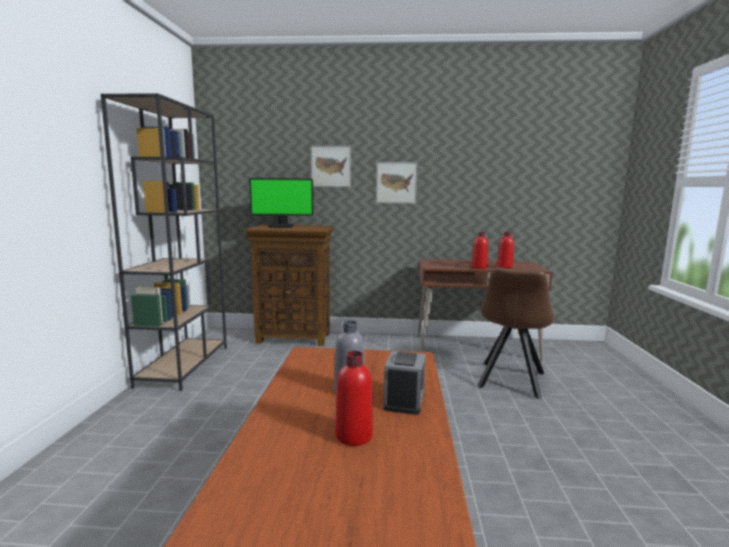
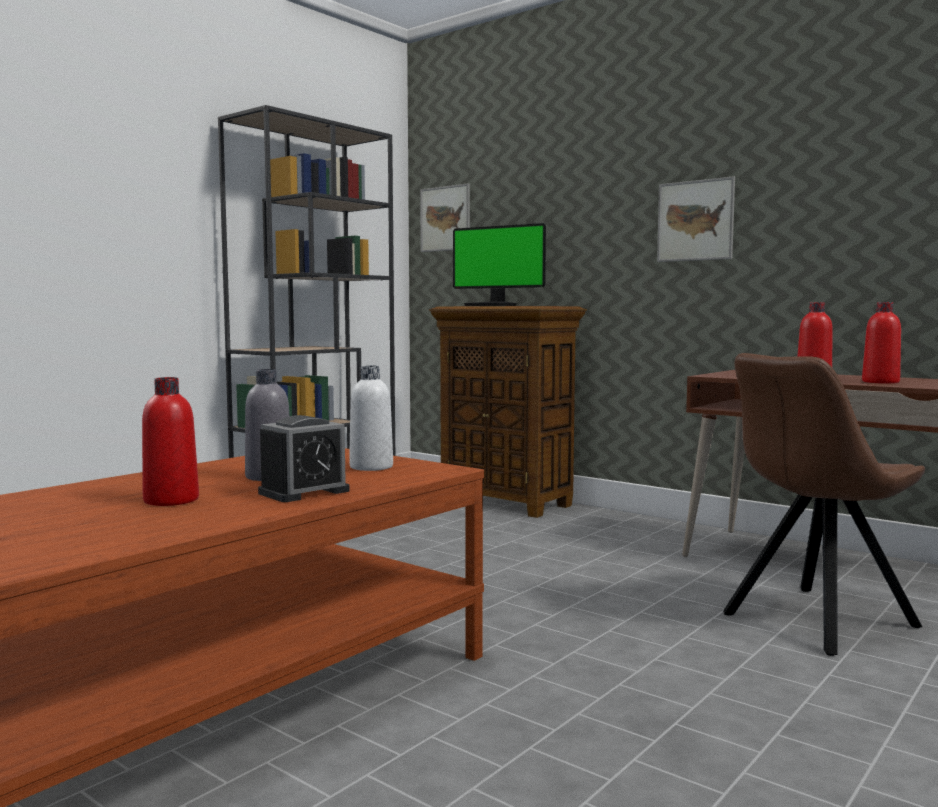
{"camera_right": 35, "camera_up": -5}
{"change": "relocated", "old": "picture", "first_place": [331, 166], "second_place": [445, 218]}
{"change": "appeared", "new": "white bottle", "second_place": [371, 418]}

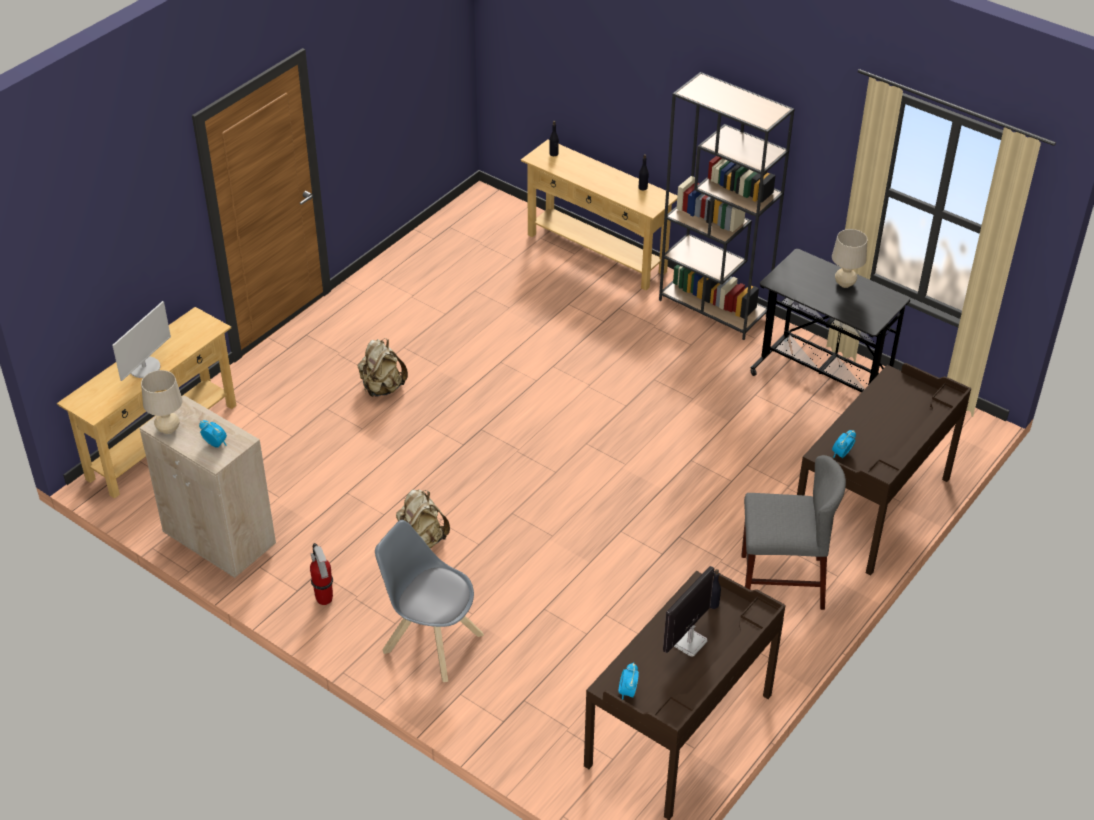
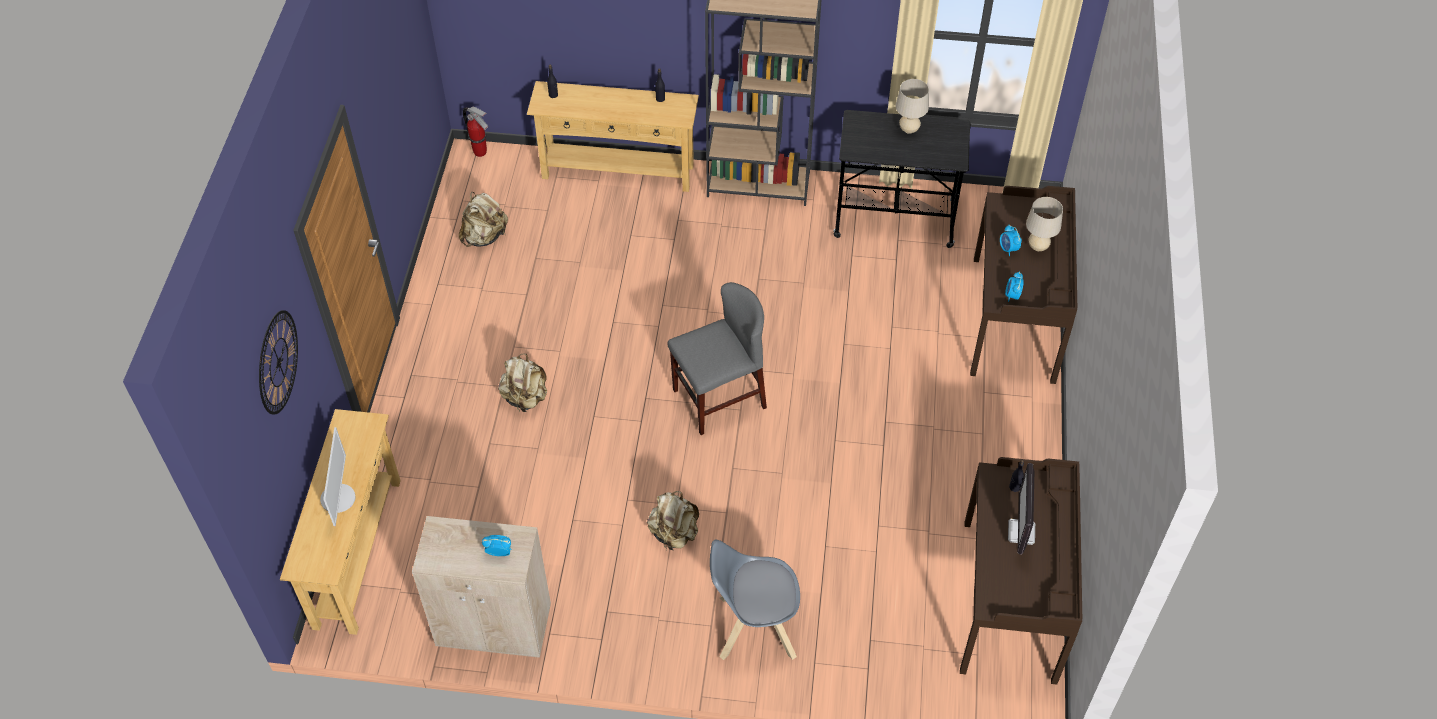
{"camera_right": -30, "camera_up": 10}
{"change": "relocated", "old": "beige table lamp", "first_place": [162, 402], "second_place": [1044, 224]}
{"change": "relocated", "old": "grey chair", "first_place": [793, 532], "second_place": [717, 358]}
{"change": "relocated", "old": "fire extinguisher", "first_place": [321, 574], "second_place": [475, 131]}
{"change": "relocated", "old": "alarm clock", "first_place": [629, 680], "second_place": [1011, 240]}
{"change": "appeared", "new": "beige backpack", "second_place": [483, 219]}
{"change": "appeared", "new": "wall clock", "second_place": [278, 362]}

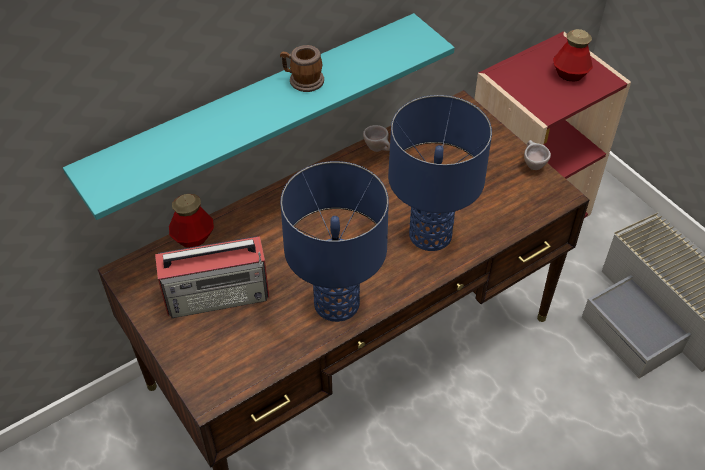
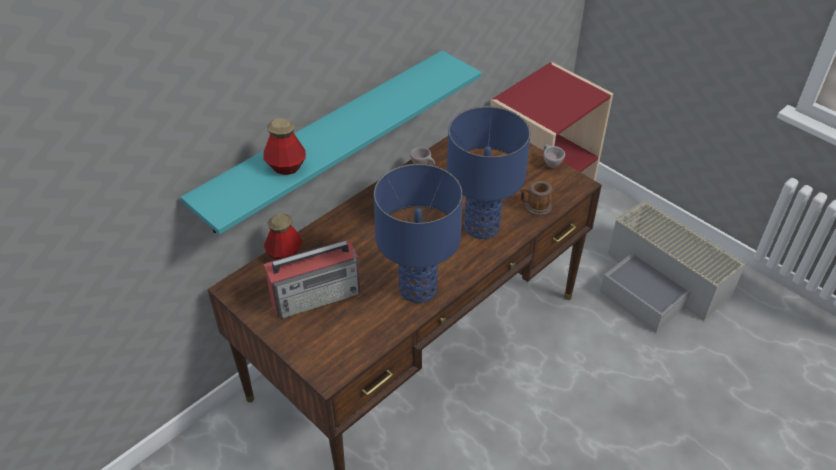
{"camera_right": -10, "camera_up": -5}
{"change": "relocated", "old": "bottle", "first_place": [573, 55], "second_place": [284, 146]}
{"change": "relocated", "old": "mug", "first_place": [302, 68], "second_place": [536, 198]}

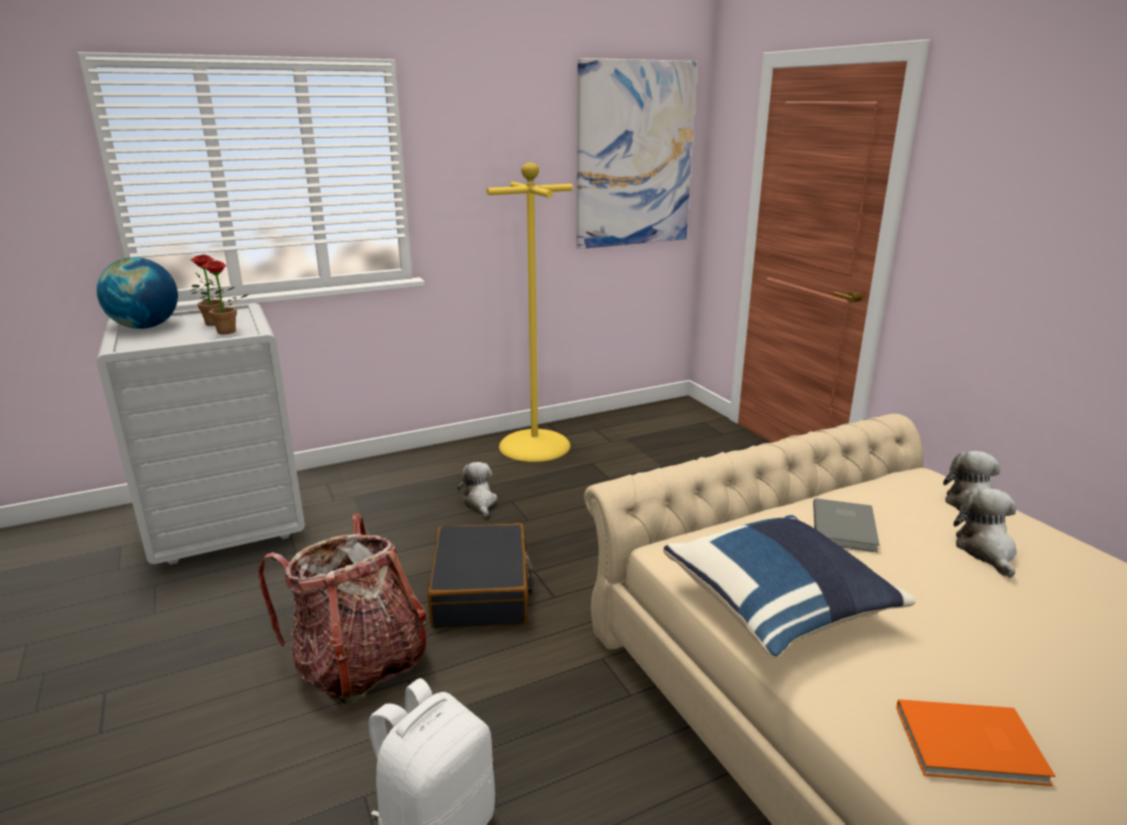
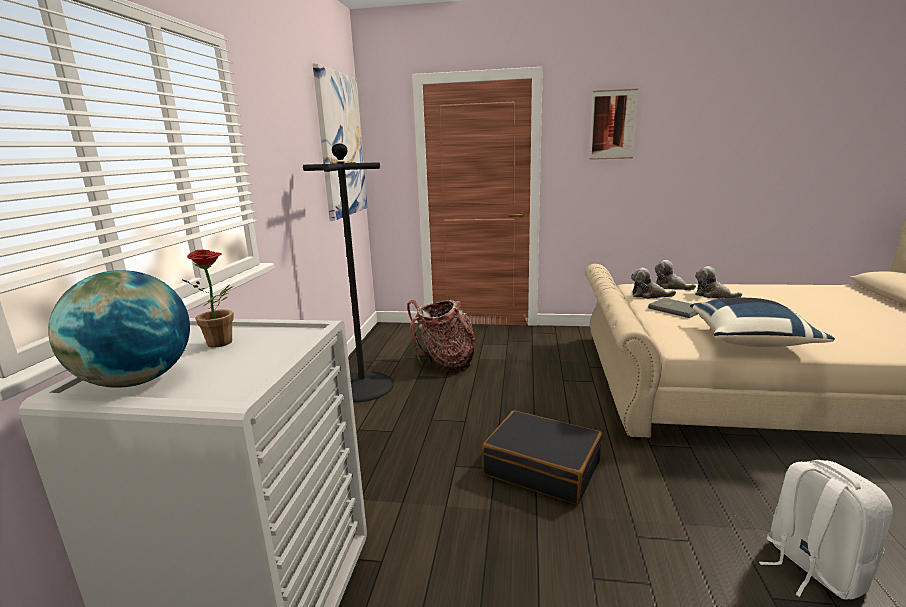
{"camera_right": -55, "camera_up": -5}
{"change": "colour", "old": "yellow clothes rack", "new": "black clothes rack", "first_place": [530, 312], "second_place": [348, 273]}
{"change": "missing", "old": "potted plant", "first_place": [225, 297]}
{"change": "relocated", "old": "plush toy", "first_place": [477, 489], "second_place": [653, 283]}
{"change": "relocated", "old": "backpack", "first_place": [342, 608], "second_place": [441, 335]}
{"change": "missing", "old": "orange book", "first_place": [976, 742]}
{"change": "appeared", "new": "picture", "second_place": [614, 124]}

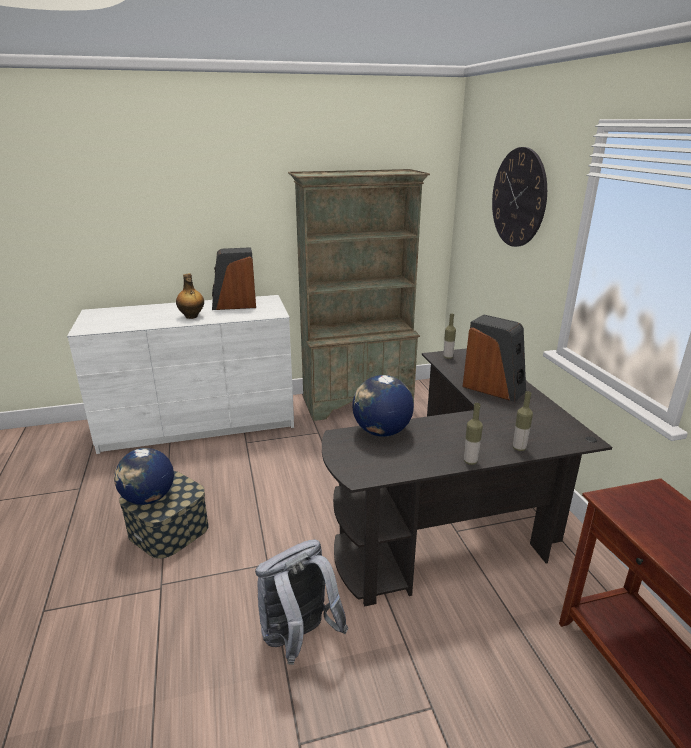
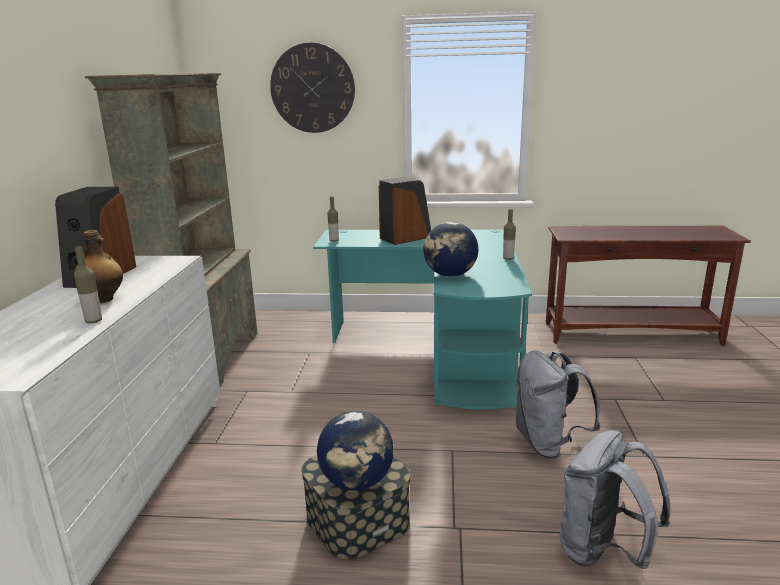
{"camera_right": -70, "camera_up": -5}
{"change": "colour", "old": "black desk", "new": "turquoise desk", "first_place": [467, 477], "second_place": [422, 320]}
{"change": "relocated", "old": "bottle", "first_place": [523, 421], "second_place": [88, 284]}
{"change": "appeared", "new": "grey backpack", "second_place": [615, 499]}

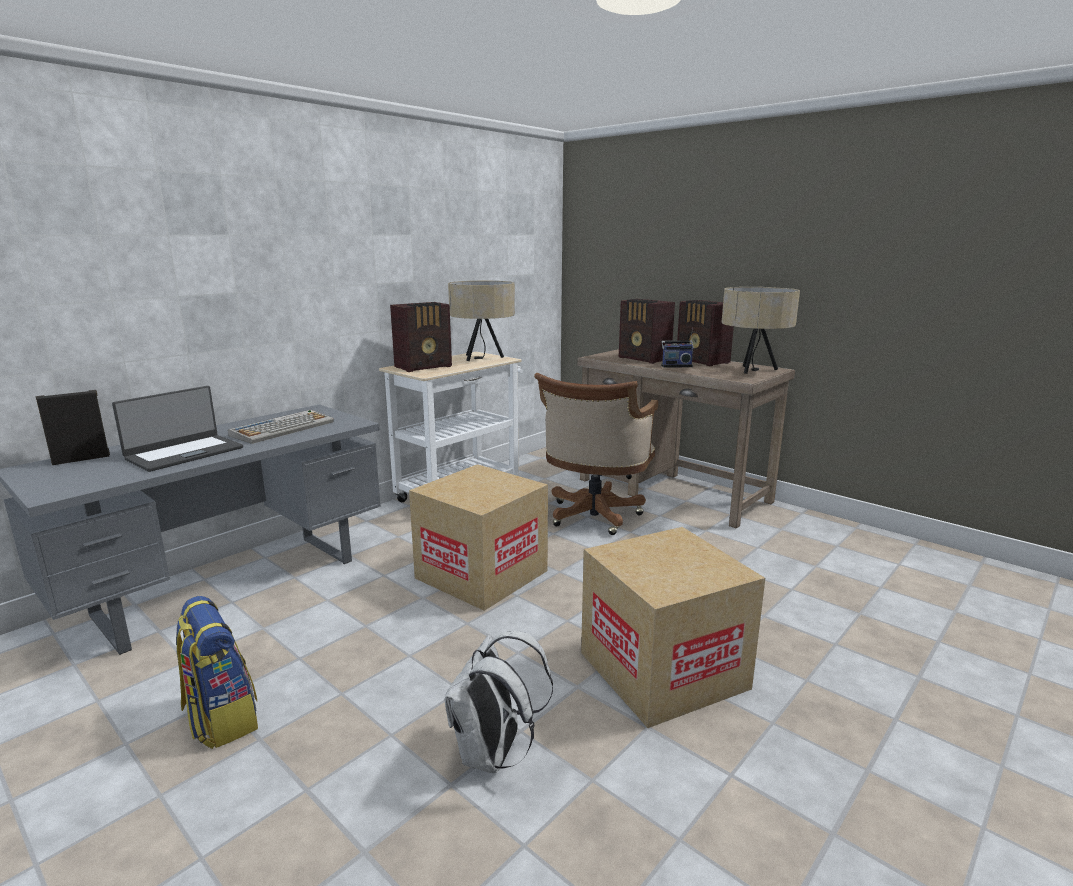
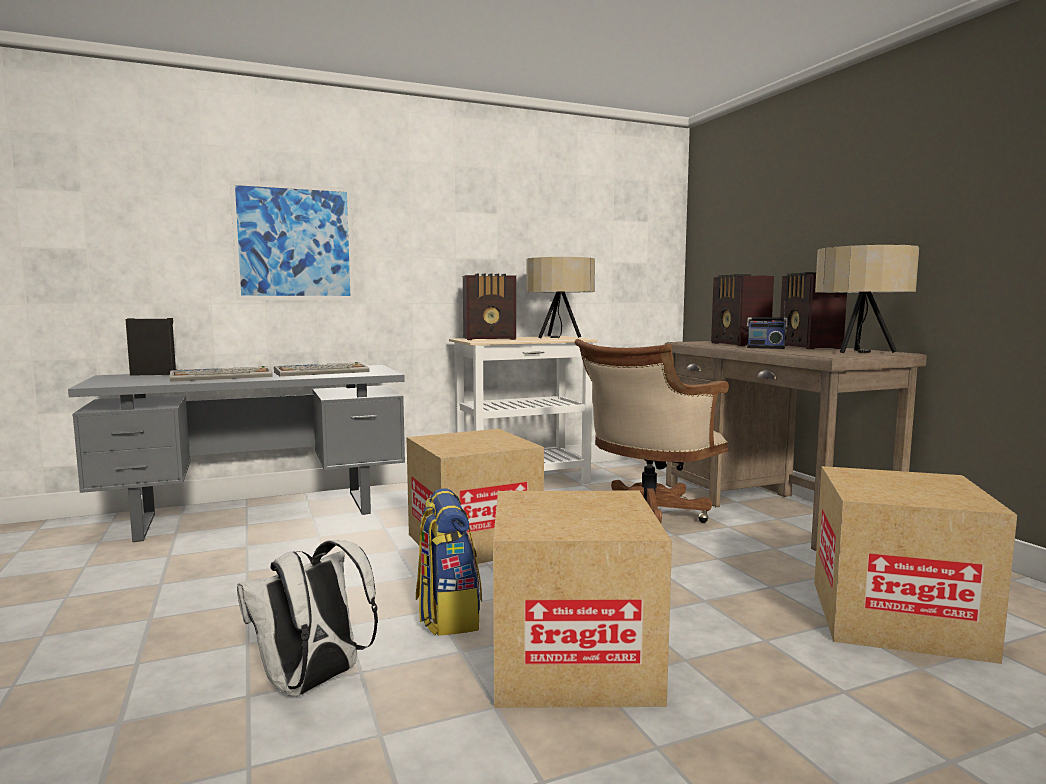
{"camera_right": 25, "camera_up": -10}
{"change": "exchanged", "old": "laptop", "new": "keyboard", "first_place": [177, 429], "second_place": [221, 374]}
{"change": "relocated", "old": "backpack", "first_place": [217, 672], "second_place": [449, 562]}
{"change": "appeared", "new": "picture", "second_place": [292, 240]}
{"change": "appeared", "new": "cardboard box", "second_place": [915, 565]}

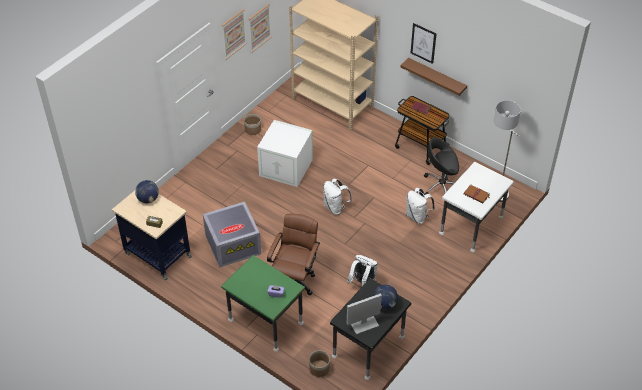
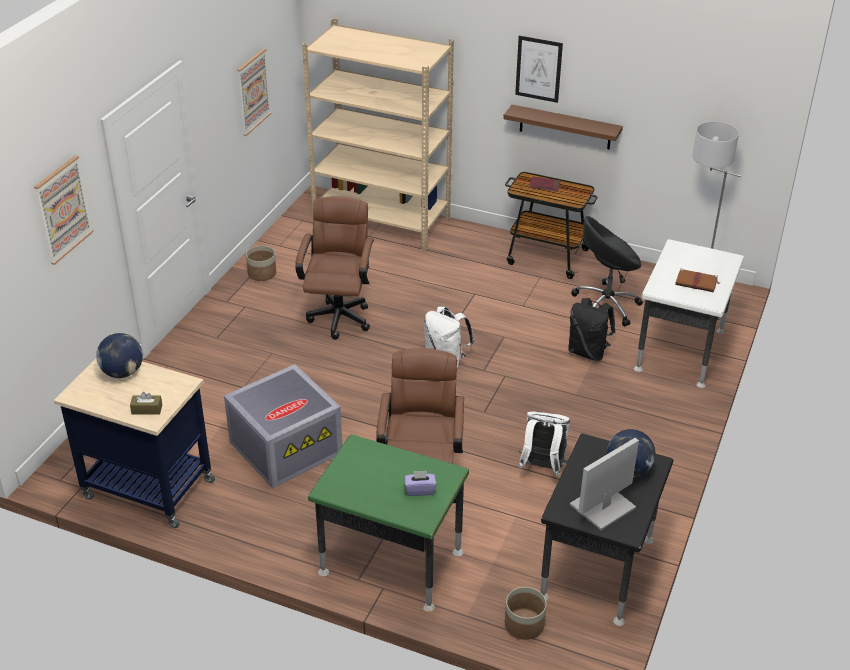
{"camera_right": -15, "camera_up": -10}
{"change": "relocated", "old": "picture", "first_place": [234, 34], "second_place": [64, 210]}
{"change": "exchanged", "old": "white storage box", "new": "brown office chair", "first_place": [285, 153], "second_place": [334, 268]}
{"change": "colour", "old": "white backpack", "new": "black backpack", "first_place": [420, 206], "second_place": [591, 329]}

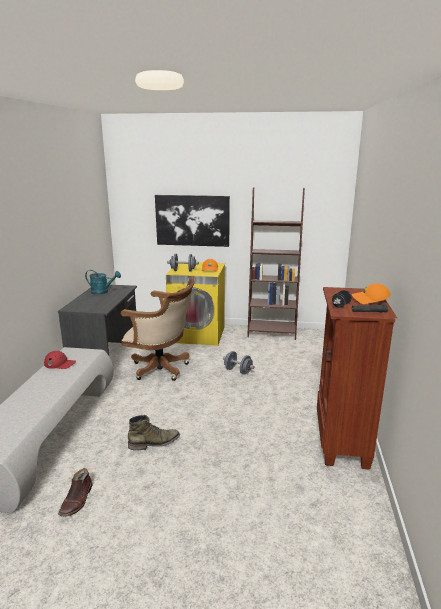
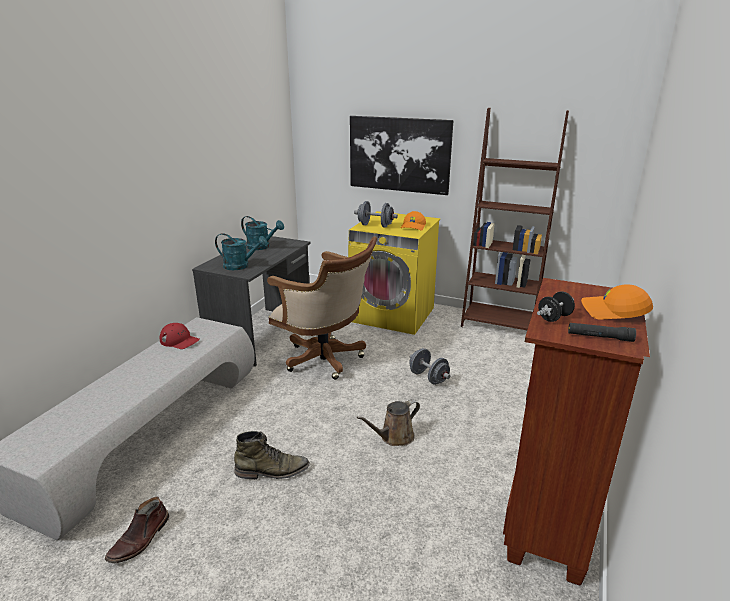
{"camera_right": 15, "camera_up": 5}
{"change": "appeared", "new": "turquoise watering can", "second_place": [241, 251]}
{"change": "appeared", "new": "brown watering can", "second_place": [388, 422]}

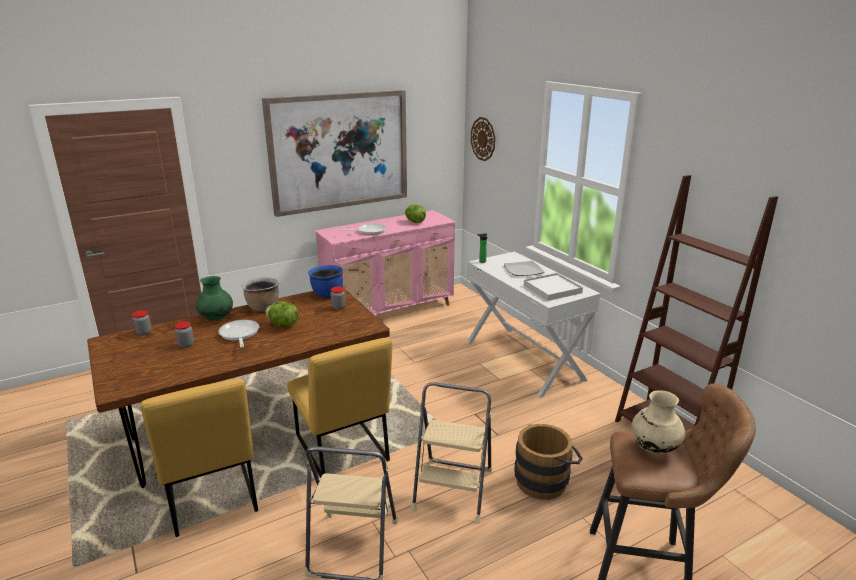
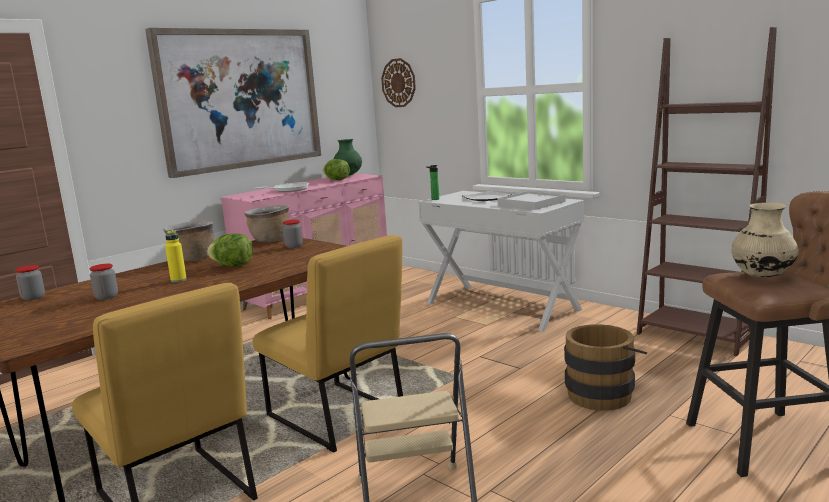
{"camera_right": -15, "camera_up": -10}
{"change": "colour", "old": "blue cooking pot", "new": "brown cooking pot", "first_place": [325, 281], "second_place": [266, 223]}
{"change": "relocated", "old": "green vase", "first_place": [214, 298], "second_place": [348, 157]}
{"change": "exchanged", "old": "frying pan", "new": "yellow bottle", "first_place": [238, 334], "second_place": [176, 256]}
{"change": "missing", "old": "beige step ladder", "first_place": [451, 453]}

